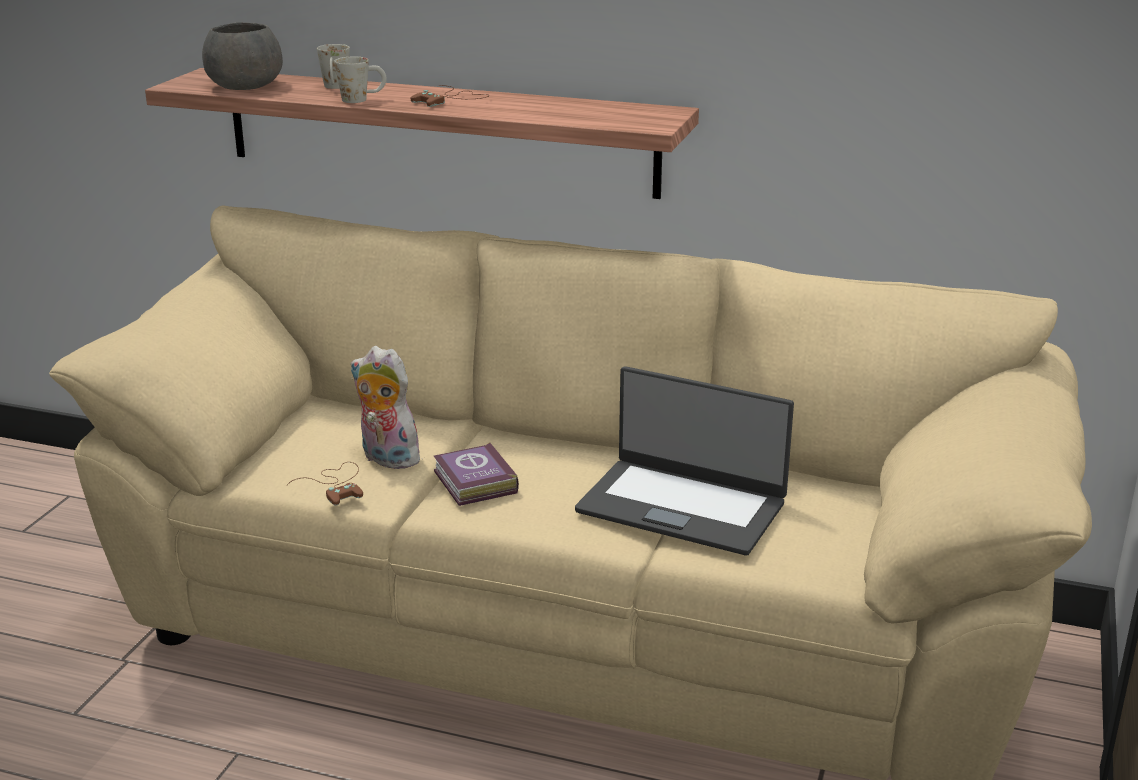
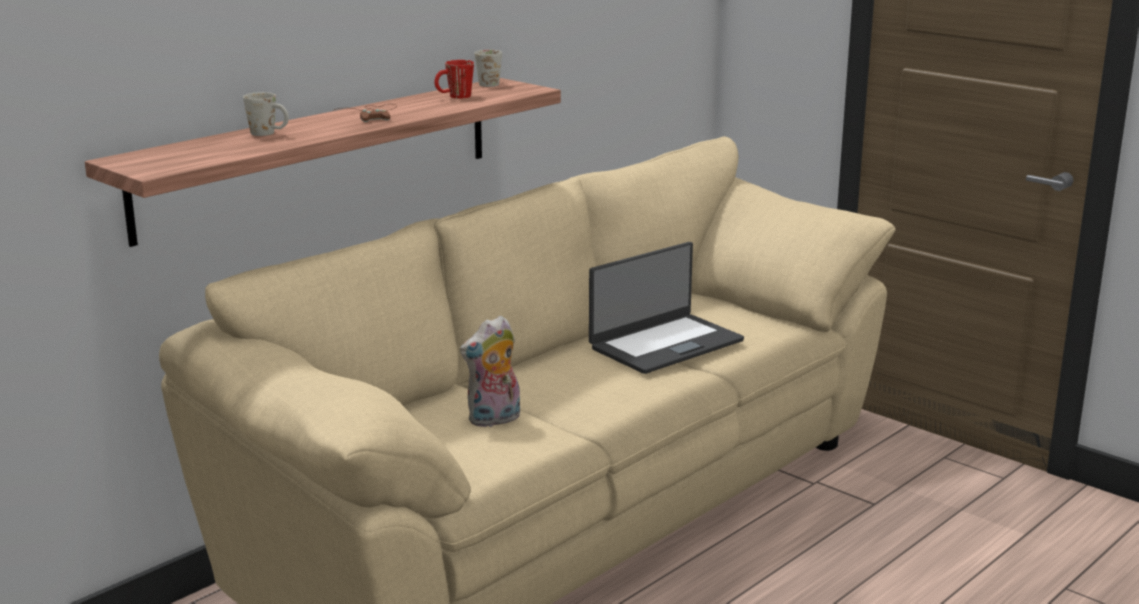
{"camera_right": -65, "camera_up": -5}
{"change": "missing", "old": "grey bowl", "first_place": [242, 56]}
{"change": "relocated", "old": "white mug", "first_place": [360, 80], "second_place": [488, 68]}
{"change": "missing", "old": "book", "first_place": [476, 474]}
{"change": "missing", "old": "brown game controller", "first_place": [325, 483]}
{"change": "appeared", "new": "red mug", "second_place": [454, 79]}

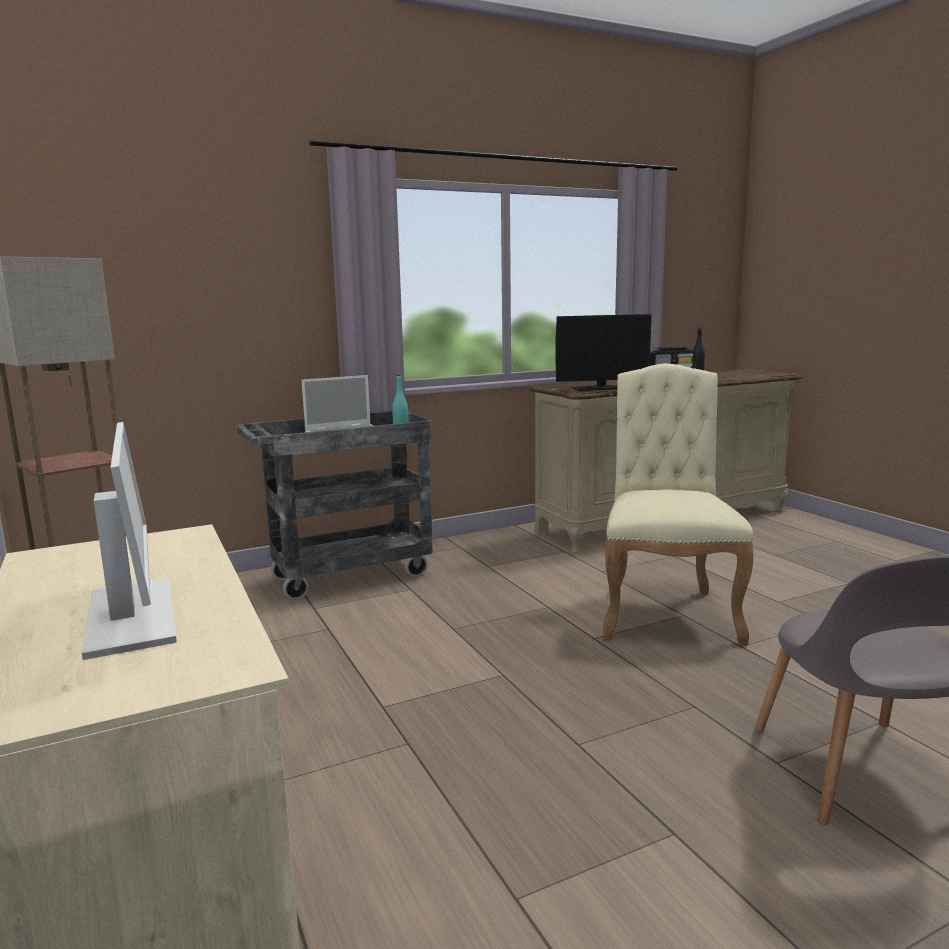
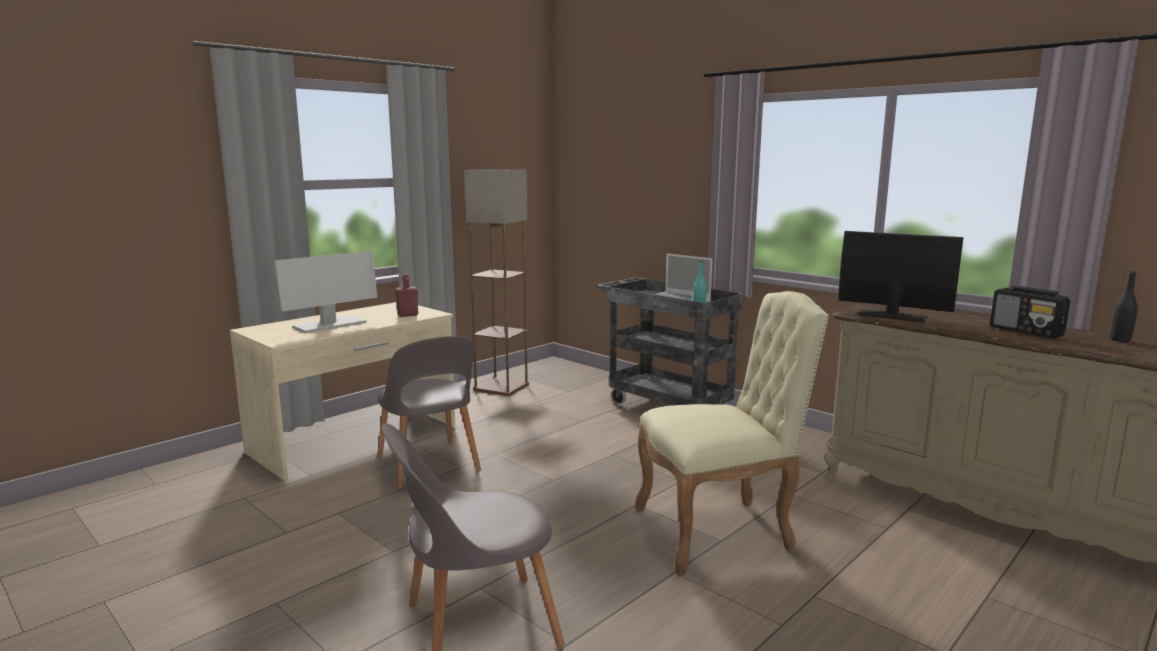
{"camera_right": 70, "camera_up": 0}
{"change": "spun", "old": "monitor", "first_place": [603, 352], "second_place": [900, 276], "degrees": 150}
{"change": "appeared", "new": "red bottle", "second_place": [406, 295]}
{"change": "appeared", "new": "grey chair", "second_place": [429, 412]}

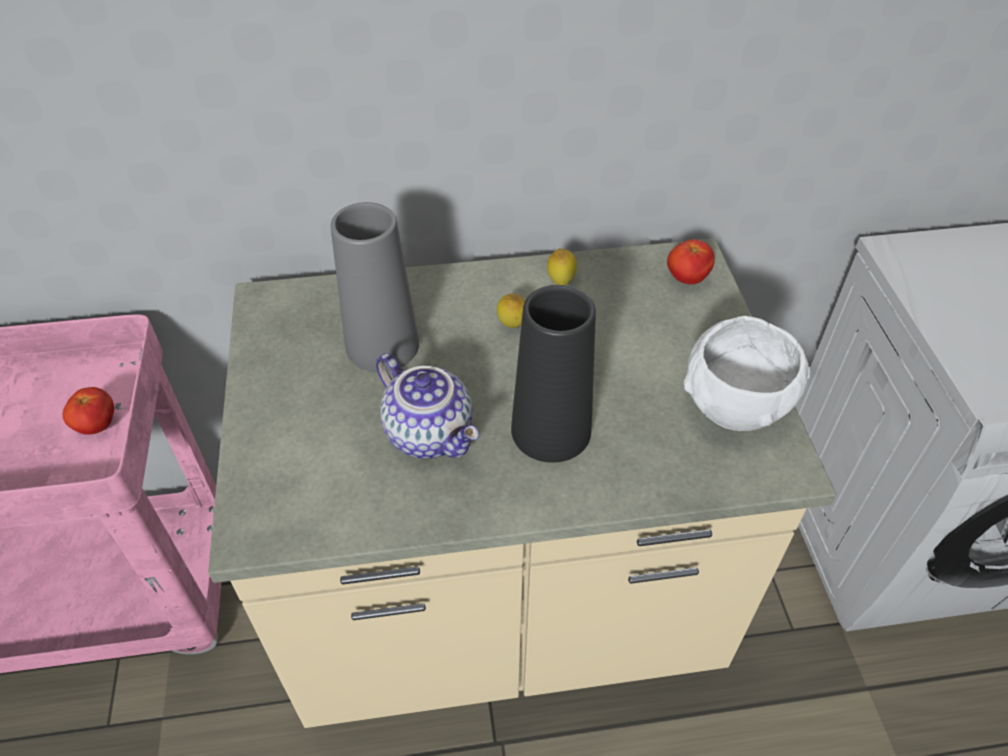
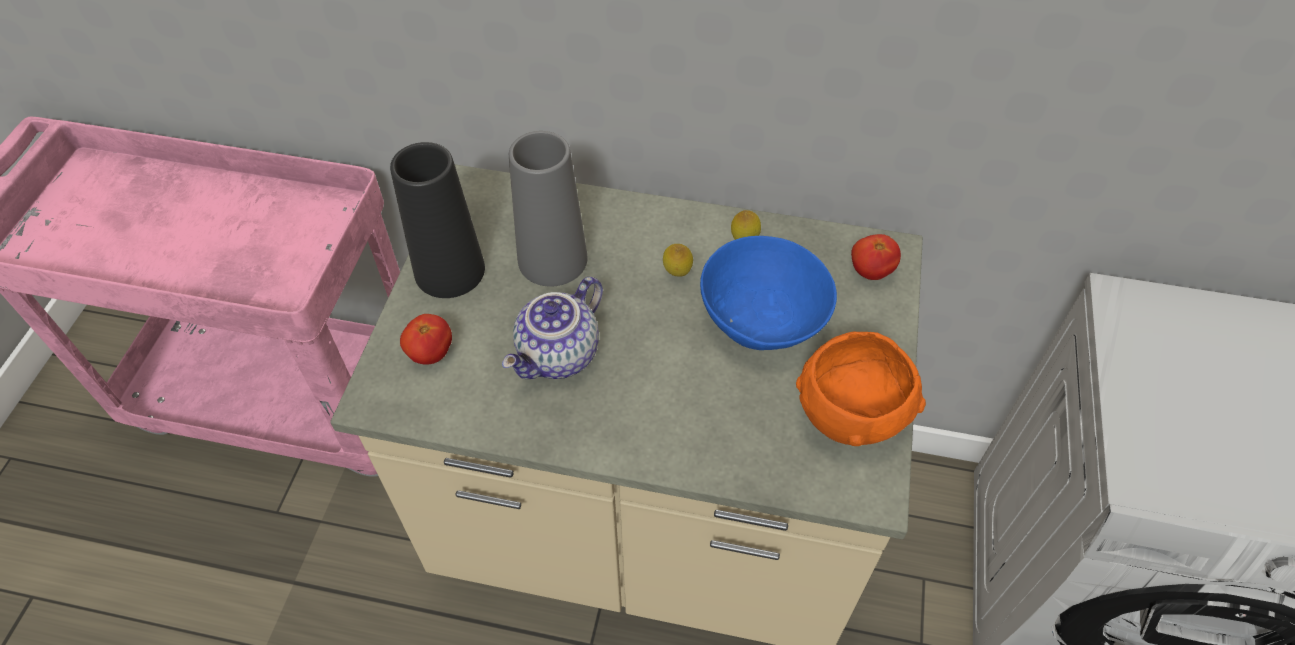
{"camera_right": 20, "camera_up": 5}
{"change": "relocated", "old": "black vase", "first_place": [553, 374], "second_place": [437, 220]}
{"change": "colour", "old": "white bowl", "new": "orange bowl", "first_place": [747, 373], "second_place": [861, 389]}
{"change": "spun", "old": "teapot", "first_place": [427, 406], "second_place": [552, 328], "degrees": 60}
{"change": "relocated", "old": "tomato", "first_place": [88, 411], "second_place": [426, 339]}
{"change": "appeared", "new": "blue bowl", "second_place": [768, 293]}

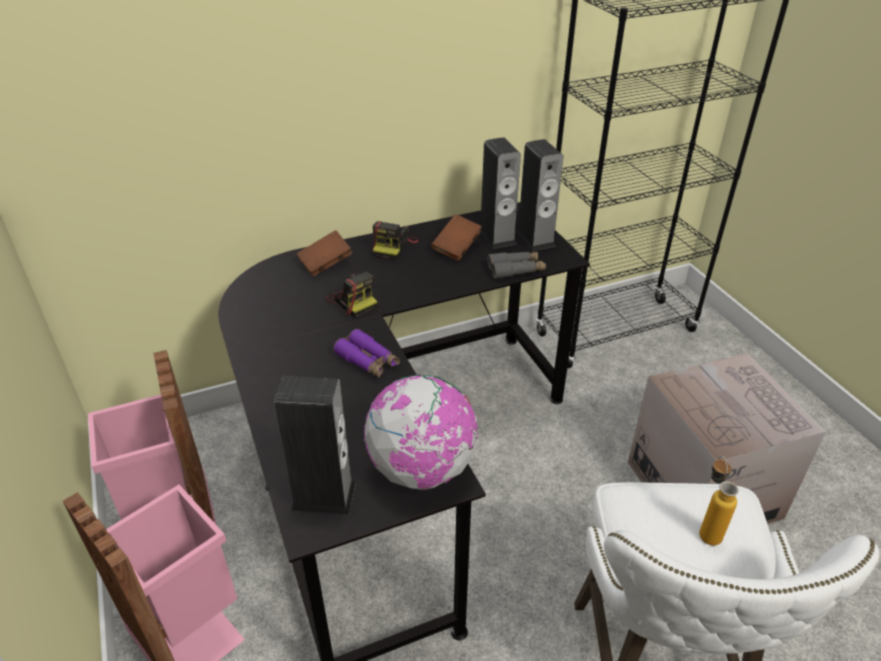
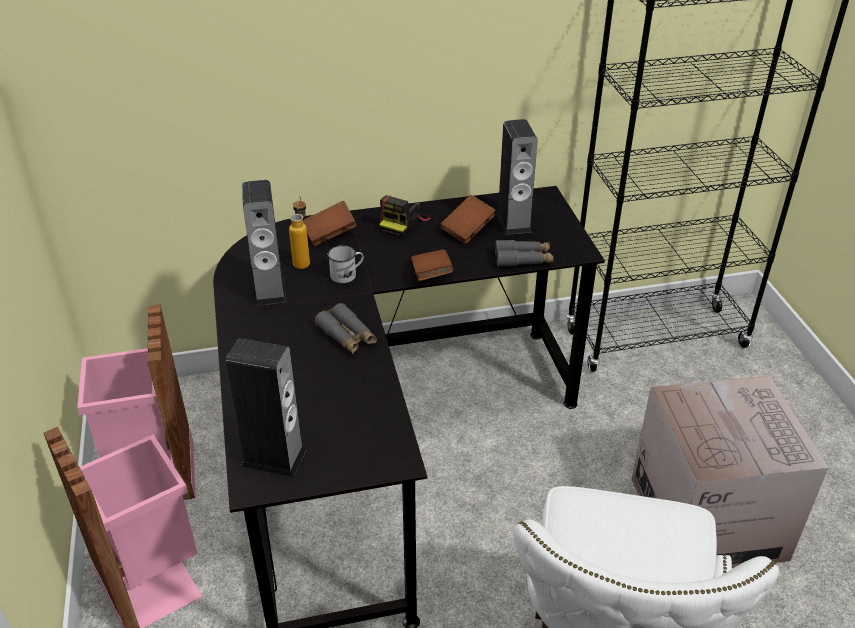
{"camera_right": 10, "camera_up": 0}
{"change": "relocated", "old": "speaker", "first_place": [539, 195], "second_place": [264, 243]}
{"change": "exchanged", "old": "photo camera", "new": "white mug", "first_place": [352, 294], "second_place": [346, 264]}
{"change": "colour", "old": "purple binoculars", "new": "grey binoculars", "first_place": [366, 353], "second_place": [346, 328]}
{"change": "missing", "old": "globe", "first_place": [421, 432]}
{"change": "relocated", "old": "bottle", "first_place": [719, 500], "second_place": [299, 232]}
{"change": "appeared", "new": "brown book", "second_place": [432, 265]}

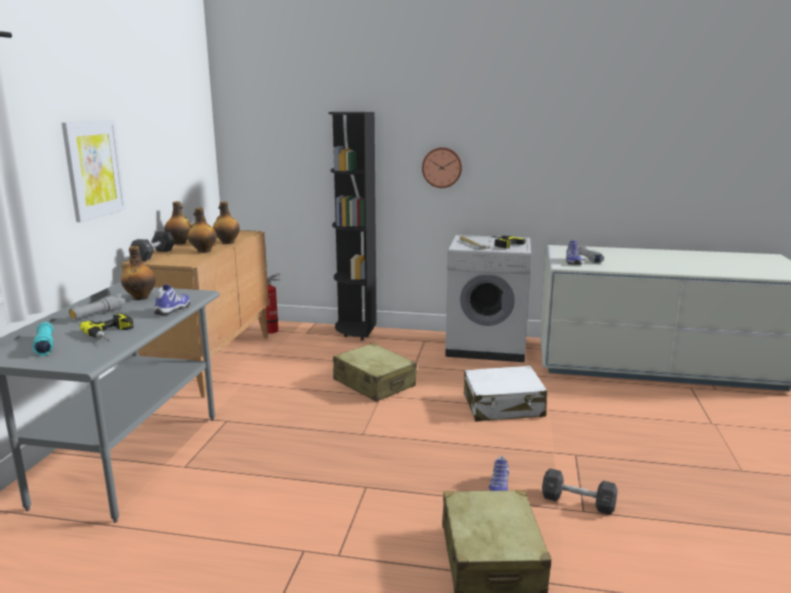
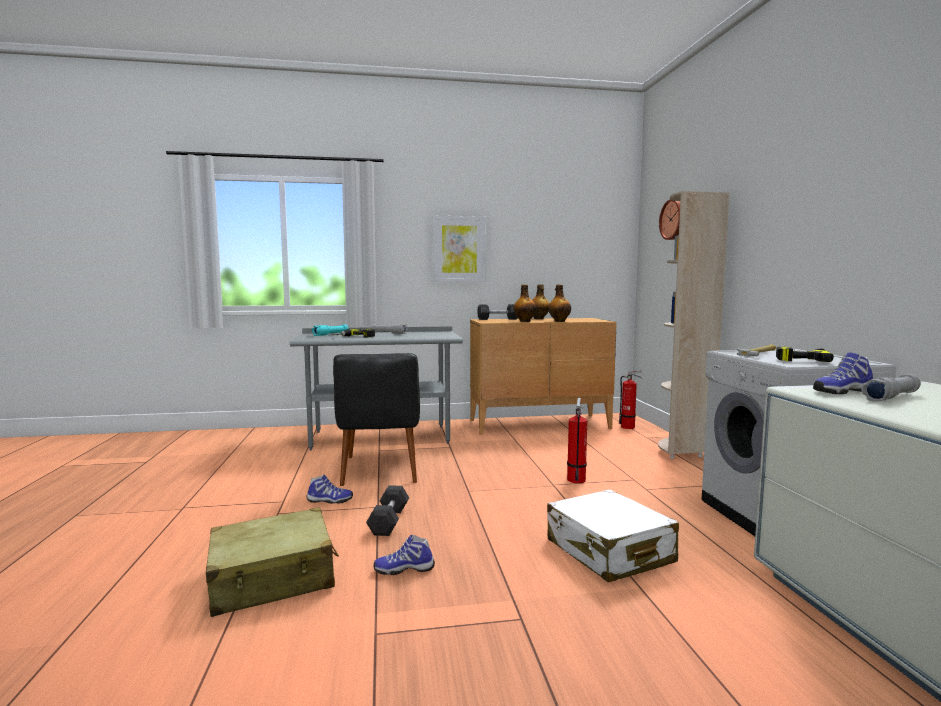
{"camera_right": 70, "camera_up": -10}
{"change": "colour", "old": "black bookcase", "new": "beige bookcase", "first_place": [353, 226], "second_place": [694, 325]}
{"change": "relocated", "old": "wall clock", "first_place": [442, 167], "second_place": [669, 219]}
{"change": "missing", "old": "bottle", "first_place": [138, 273]}
{"change": "relocated", "old": "shoe", "first_place": [172, 300], "second_place": [330, 489]}
{"change": "exchanged", "old": "beige suitcase", "new": "fire extinguisher", "first_place": [375, 372], "second_place": [577, 440]}
{"change": "relocated", "old": "black dumbbell", "first_place": [580, 491], "second_place": [387, 510]}
{"change": "appeared", "new": "black chair", "second_place": [376, 419]}

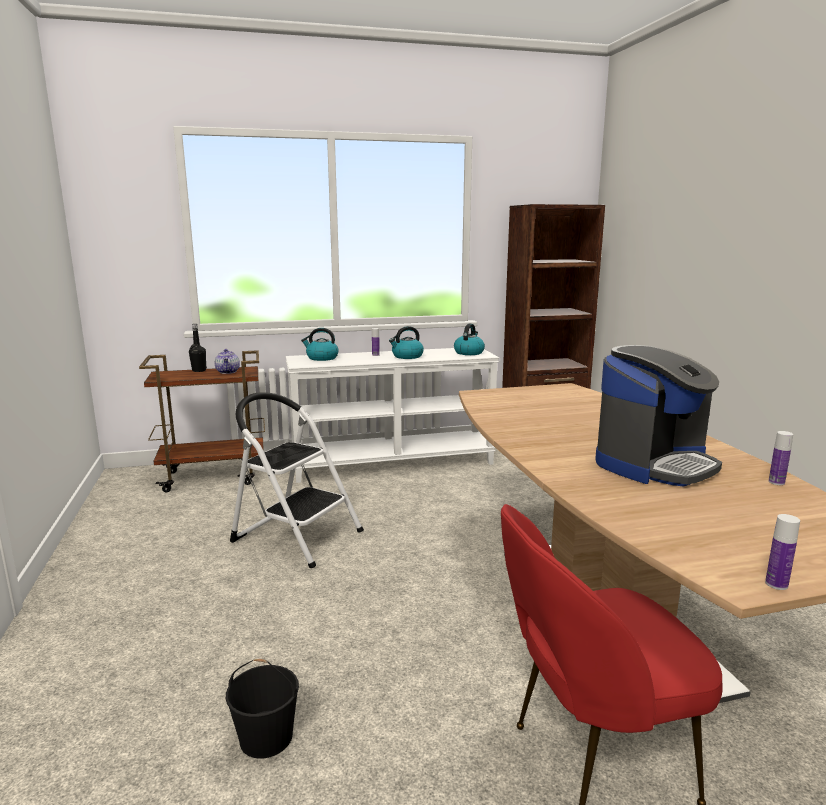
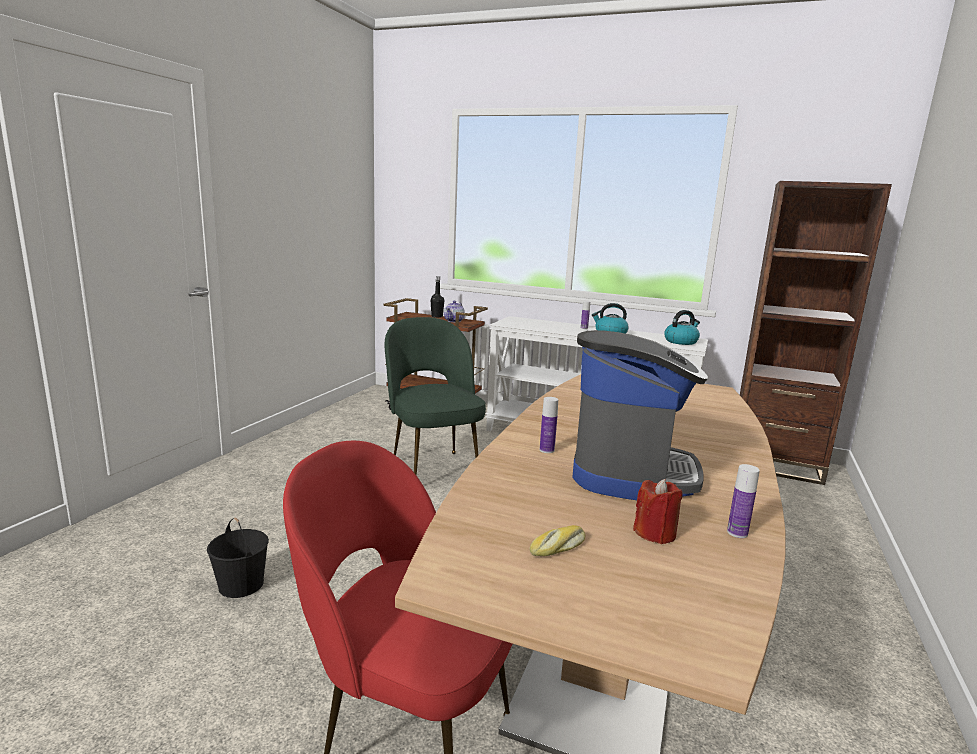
{"camera_right": 35, "camera_up": 0}
{"change": "missing", "old": "kettle", "first_place": [320, 344]}
{"change": "spun", "old": "coffee machine", "first_place": [658, 416], "second_place": [640, 415], "degrees": -75}
{"change": "exchanged", "old": "step ladder", "new": "green chair", "first_place": [297, 480], "second_place": [435, 396]}
{"change": "relocated", "old": "bottle", "first_place": [782, 552], "second_place": [549, 425]}
{"change": "appeared", "new": "red candle", "second_place": [658, 511]}
{"change": "appeared", "new": "bread", "second_place": [557, 540]}

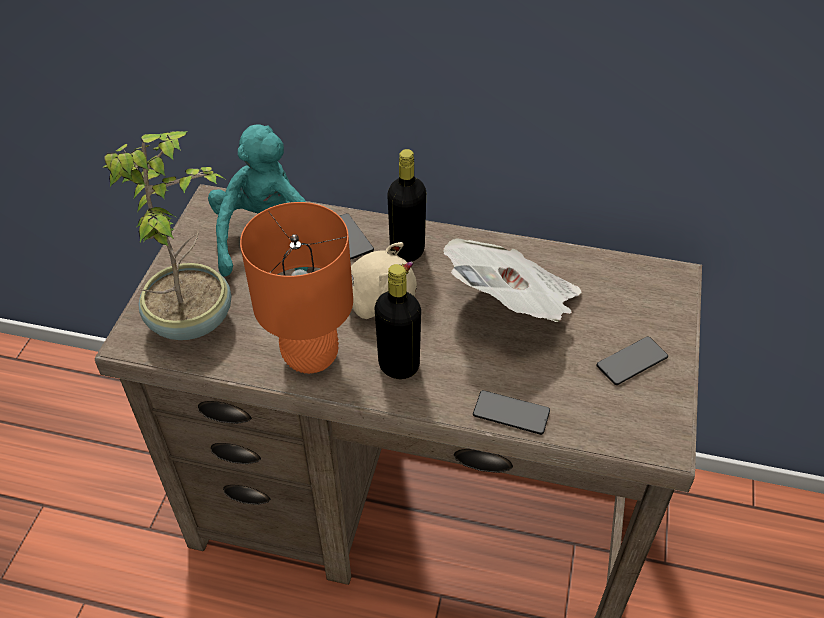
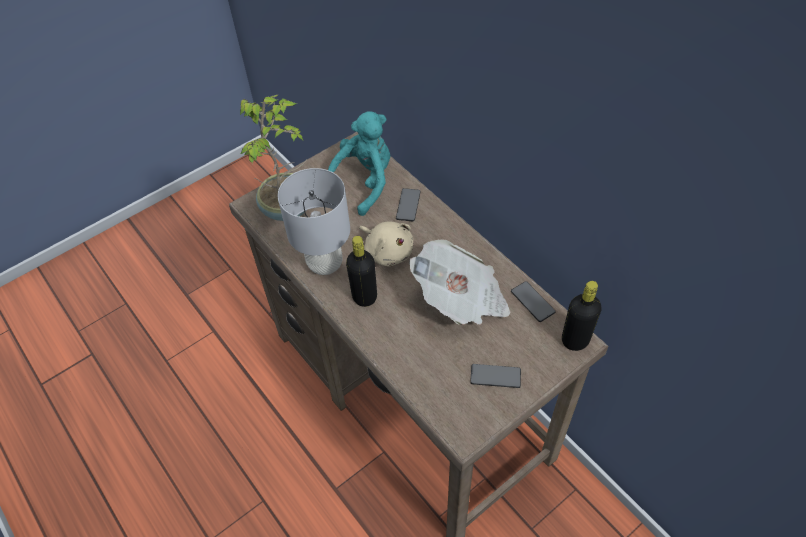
{"camera_right": 40, "camera_up": 5}
{"change": "relocated", "old": "black bottle", "first_place": [406, 205], "second_place": [582, 316]}
{"change": "colour", "old": "orange table lamp", "new": "grey table lamp", "first_place": [296, 288], "second_place": [314, 221]}
{"change": "relocated", "old": "phone", "first_place": [511, 412], "second_place": [533, 301]}

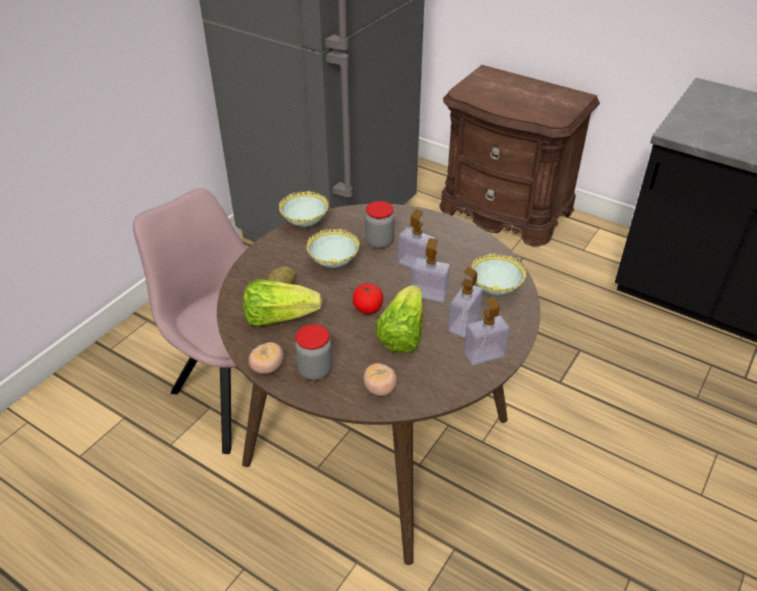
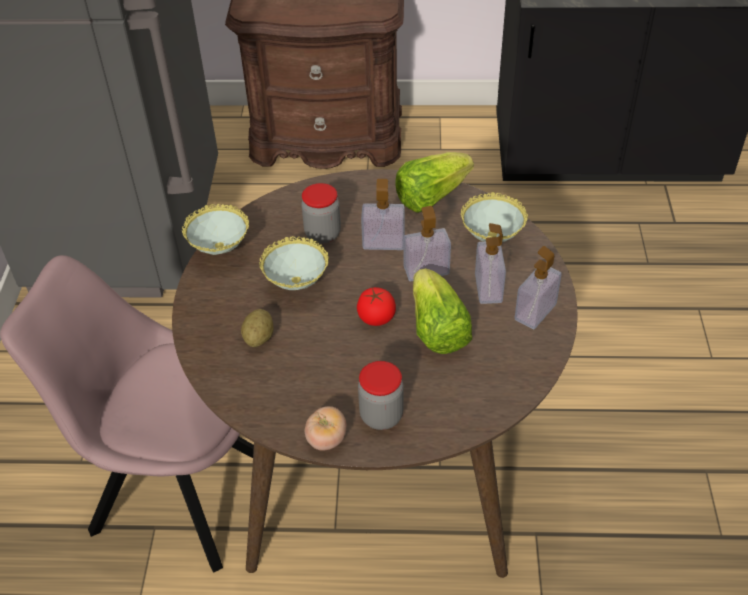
{"camera_right": -30, "camera_up": 5}
{"change": "relocated", "old": "lettuce", "first_place": [282, 303], "second_place": [434, 182]}
{"change": "missing", "old": "tomato", "first_place": [380, 379]}

